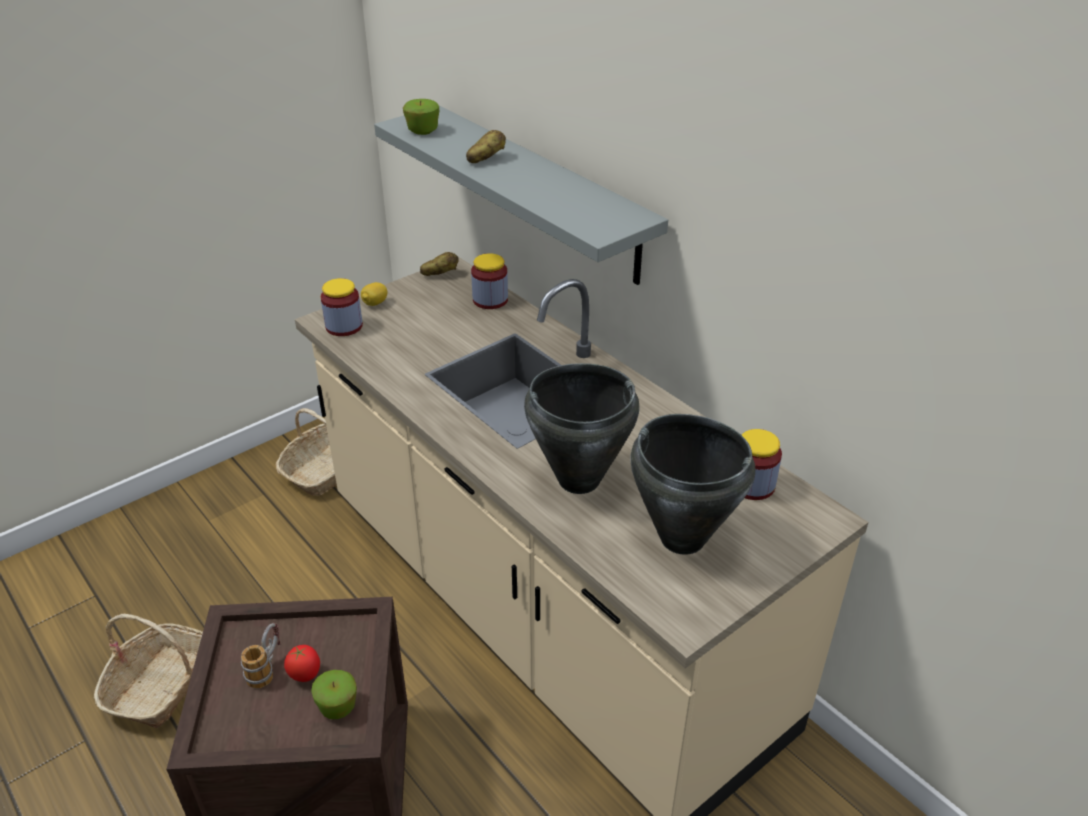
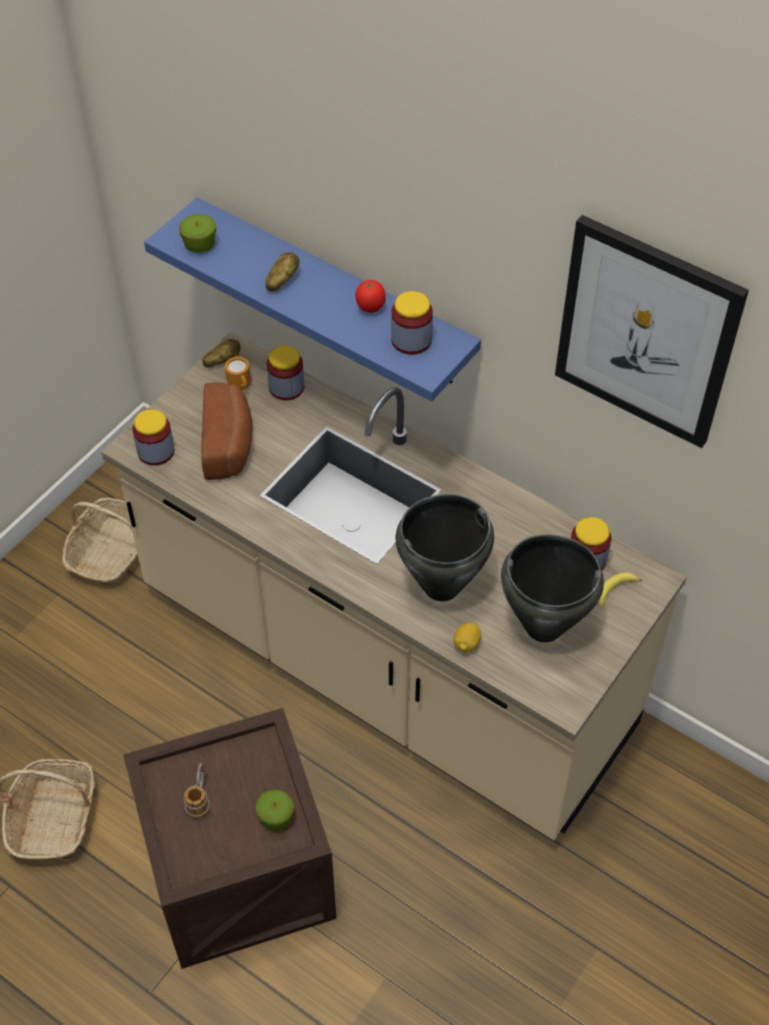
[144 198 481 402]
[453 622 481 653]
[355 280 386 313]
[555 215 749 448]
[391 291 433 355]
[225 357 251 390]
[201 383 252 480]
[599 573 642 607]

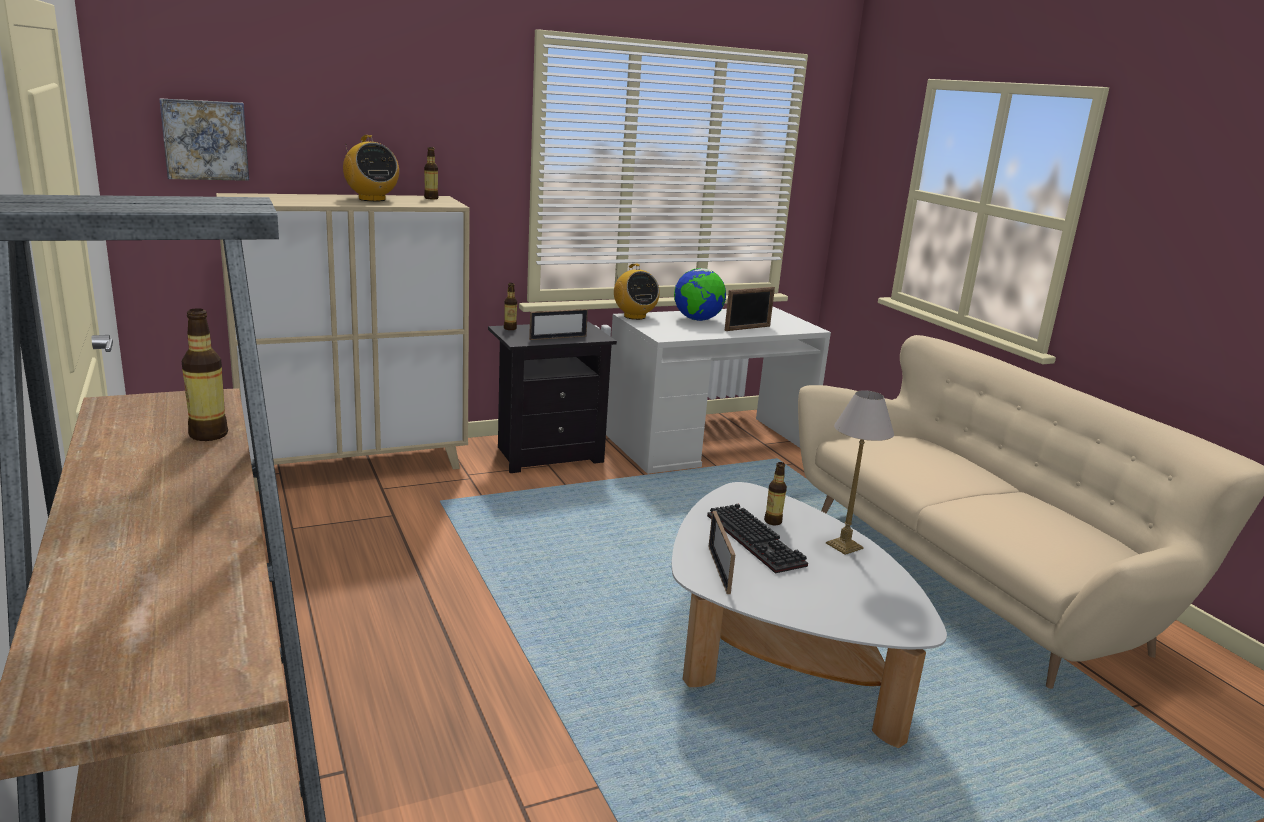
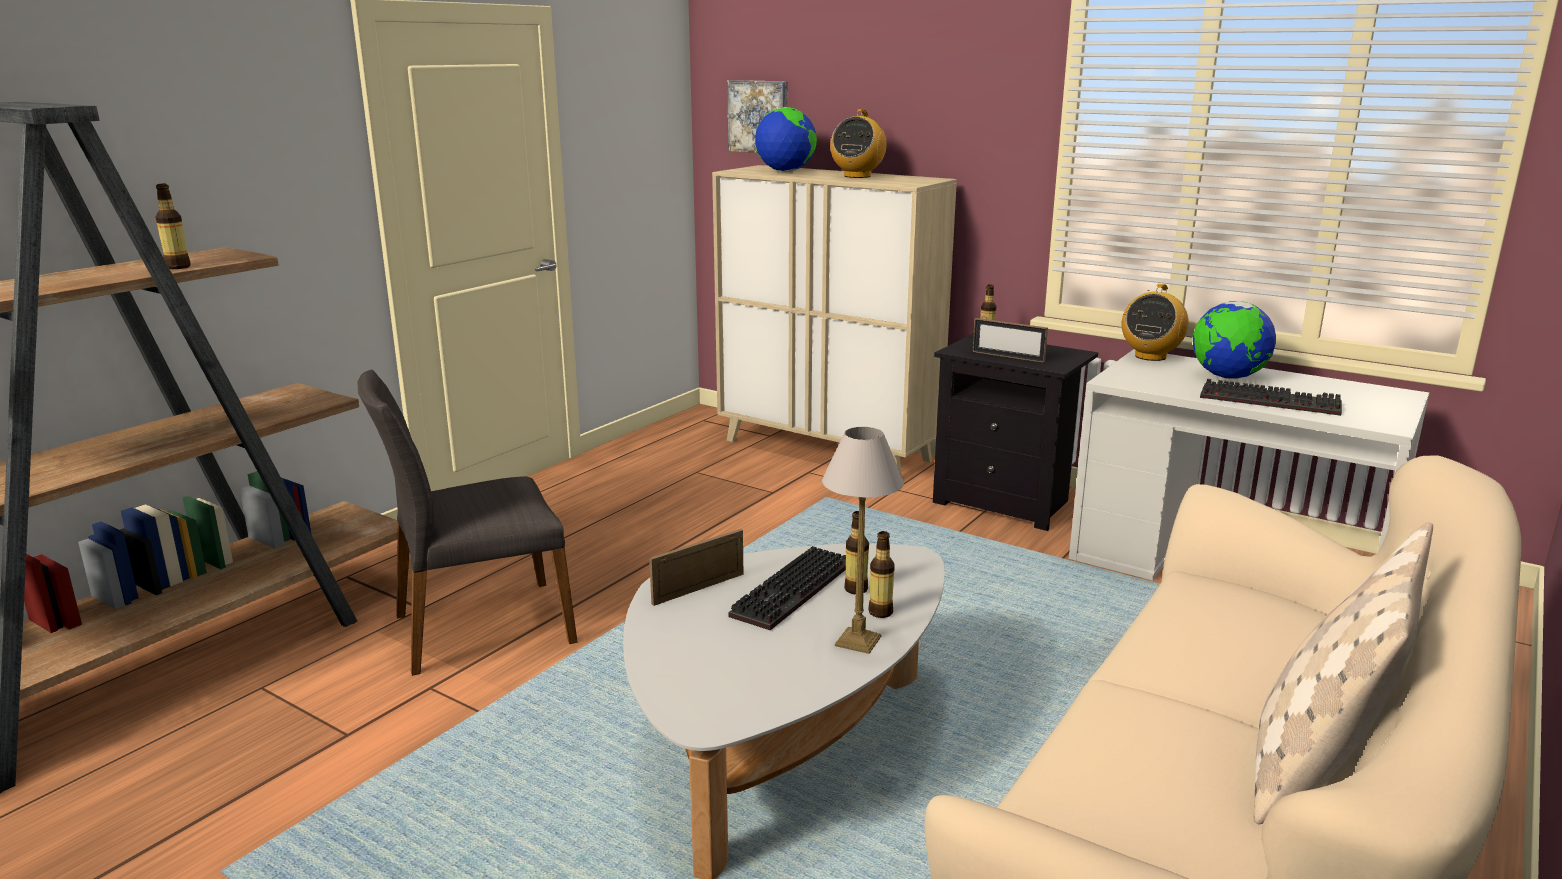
[868 531 895 618]
[1200 379 1342 416]
[755 107 817 172]
[357 370 578 676]
[1254 522 1433 824]

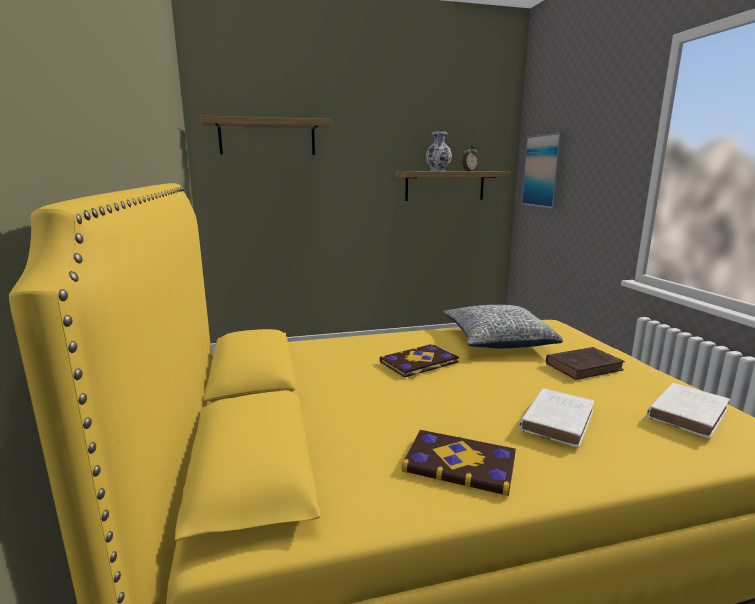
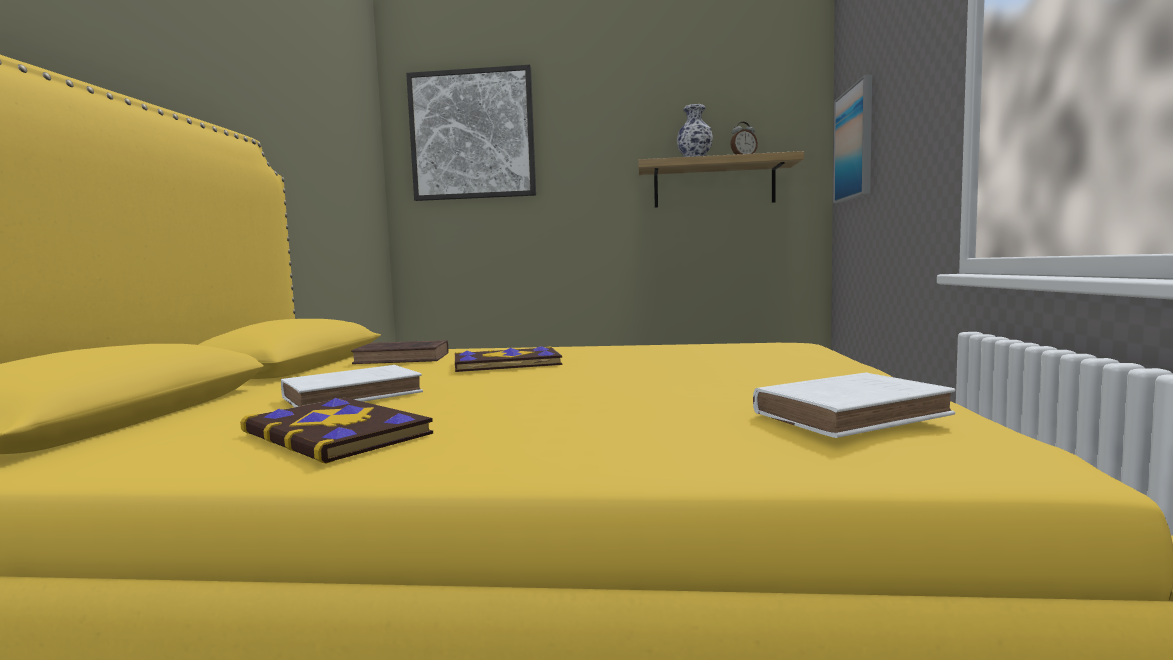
[406 65 536 201]
[443 305 563 348] (first image)
[351 340 449 364]
[281 365 423 407]

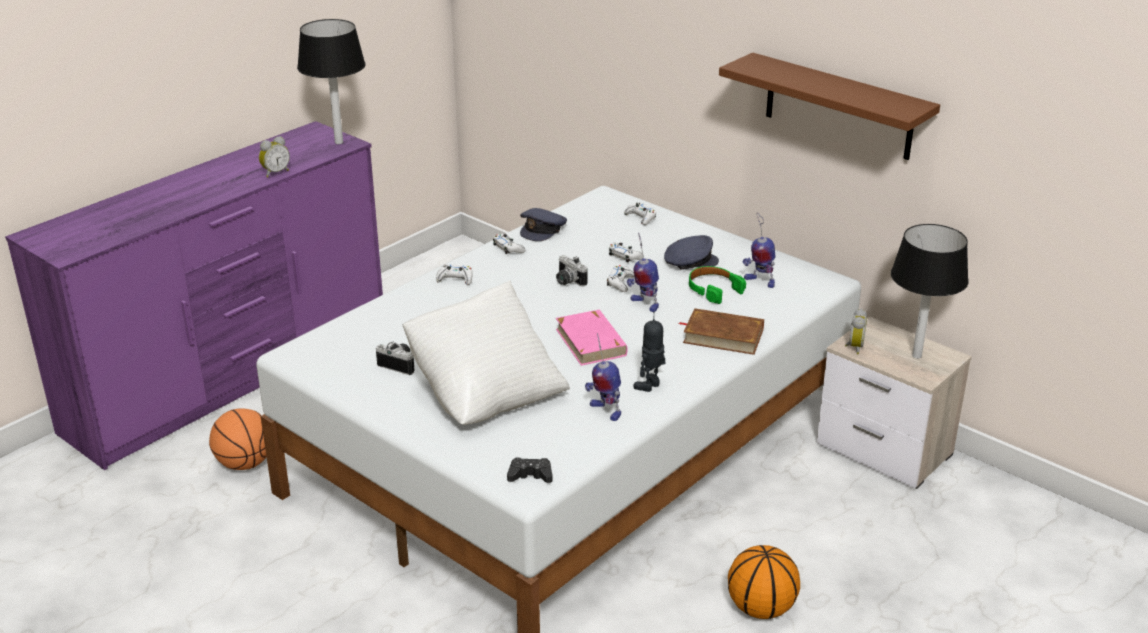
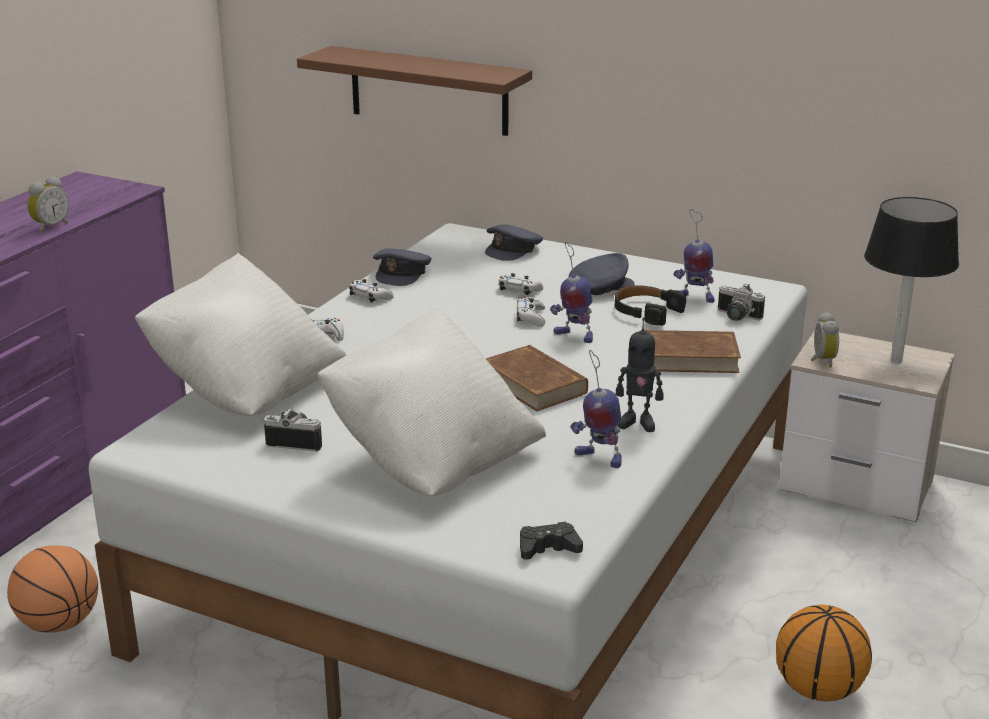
[297 19 365 144] (first image)
[297 46 532 136]
[485 225 543 261]
[718 283 765 321]
[615 285 686 326]
[486 345 588 411]
[616 318 663 432]
[135 253 347 416]

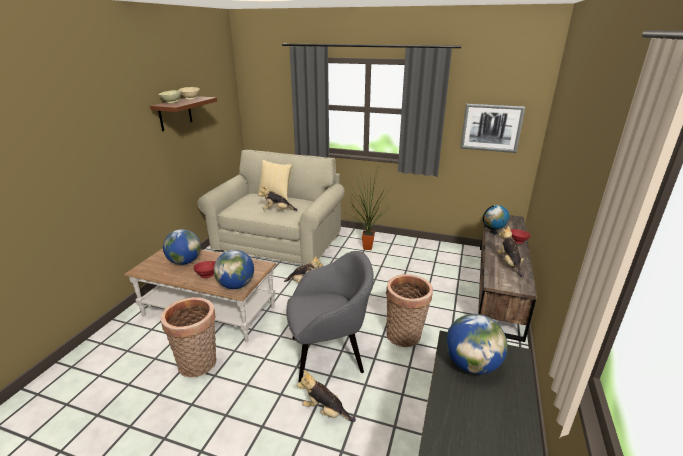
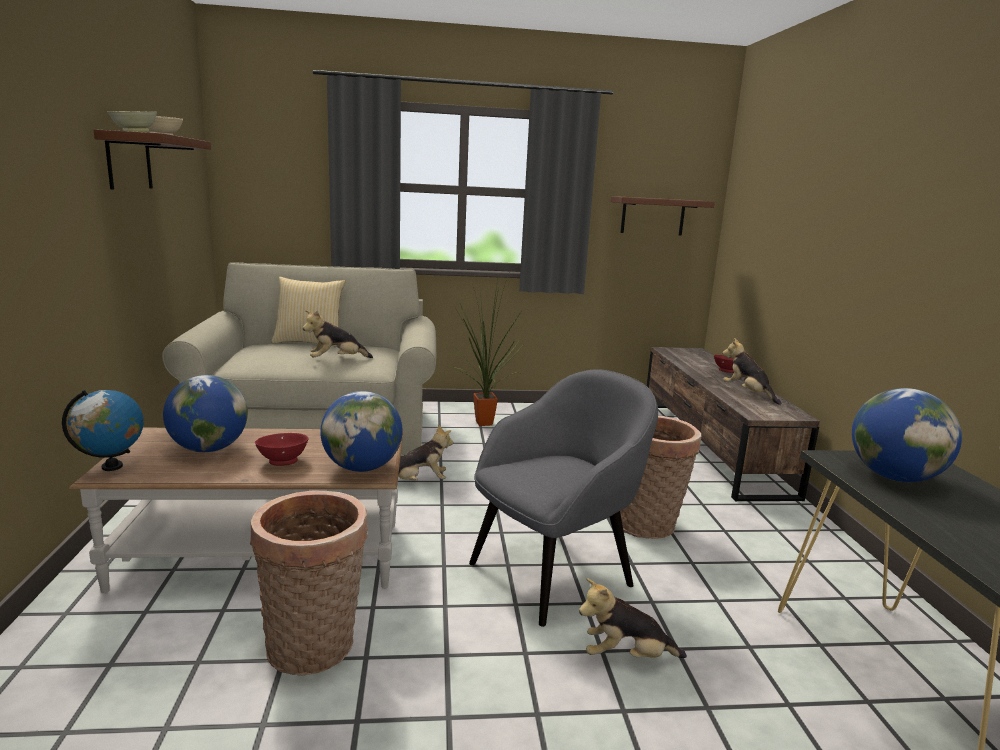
[611 196 715 236]
[62 390 144 471]

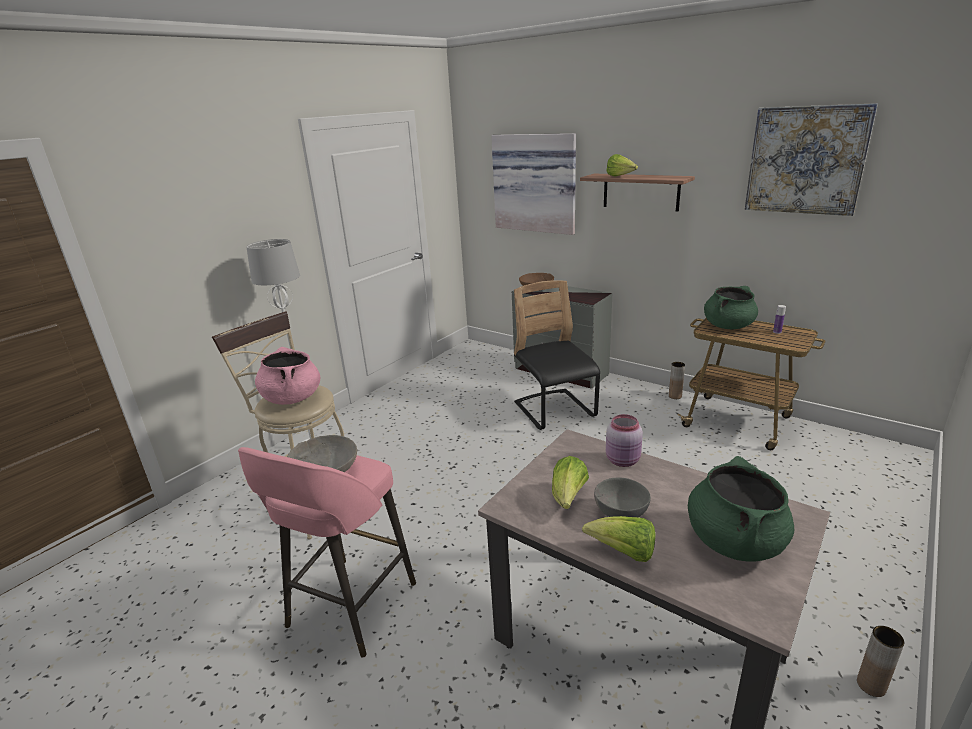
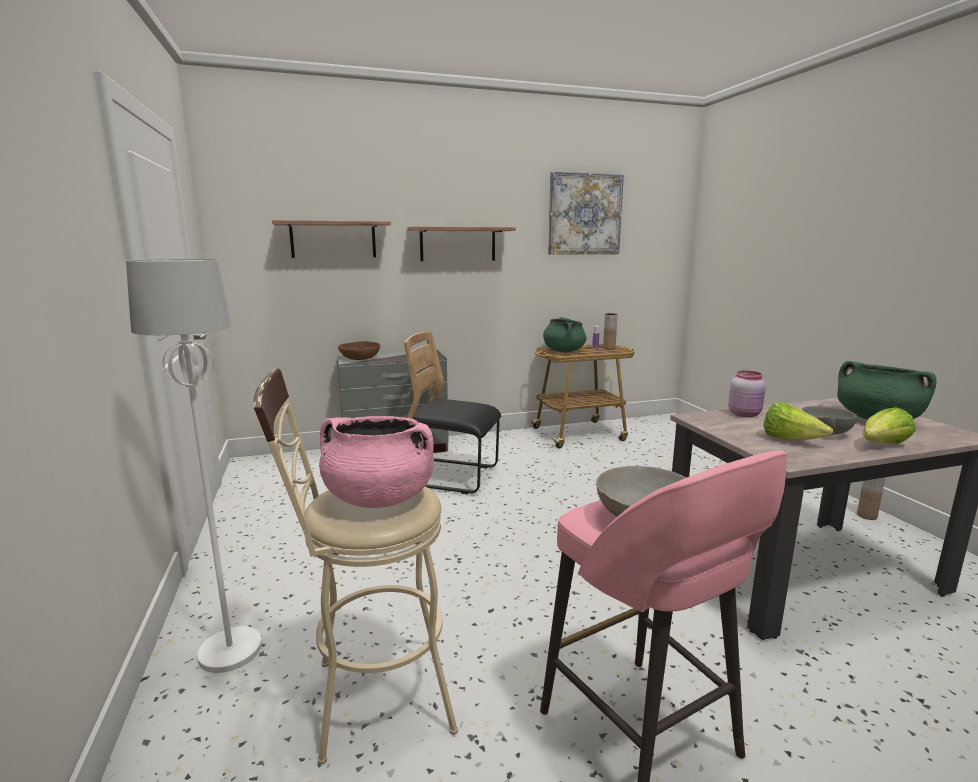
[272 220 391 258]
[607 154 638 176] (first image)
[603 313 618 350]

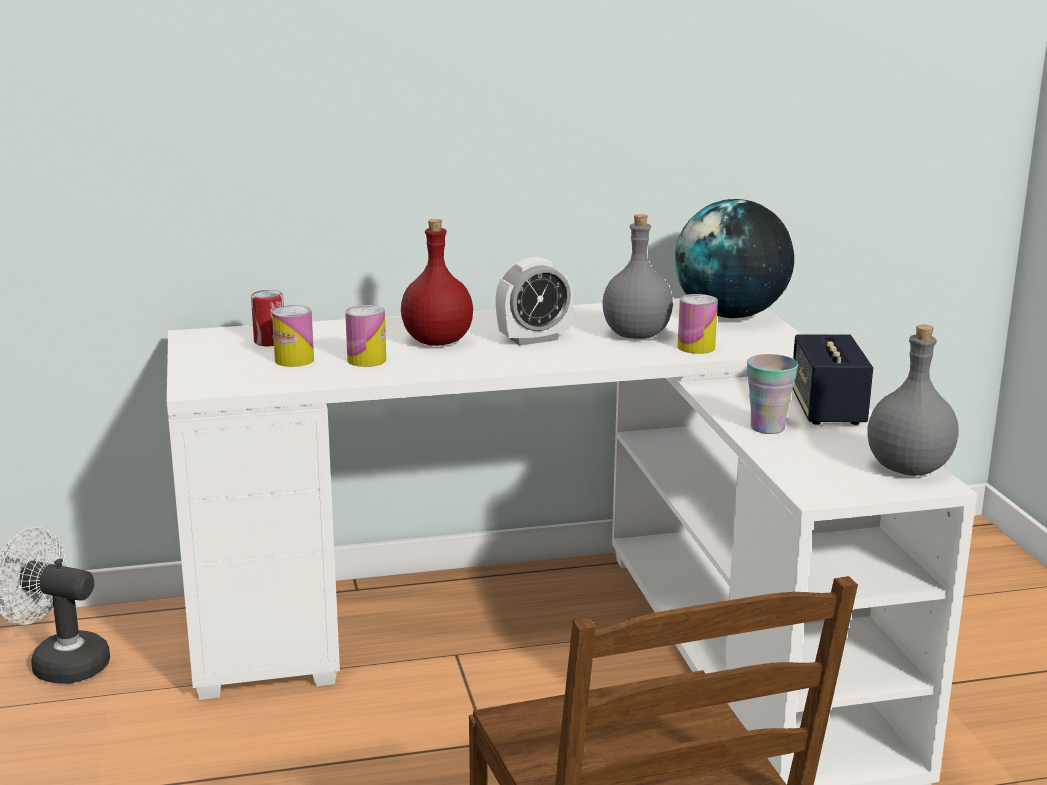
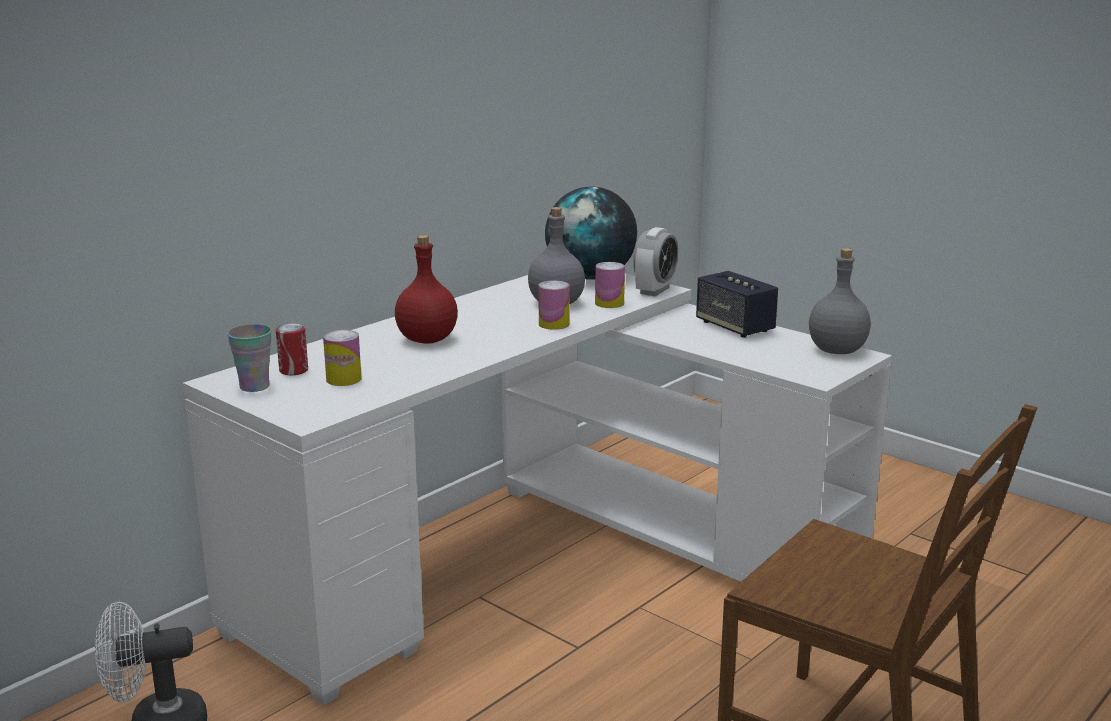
[633 227 678 296]
[538 281 570 330]
[227 324 271 392]

